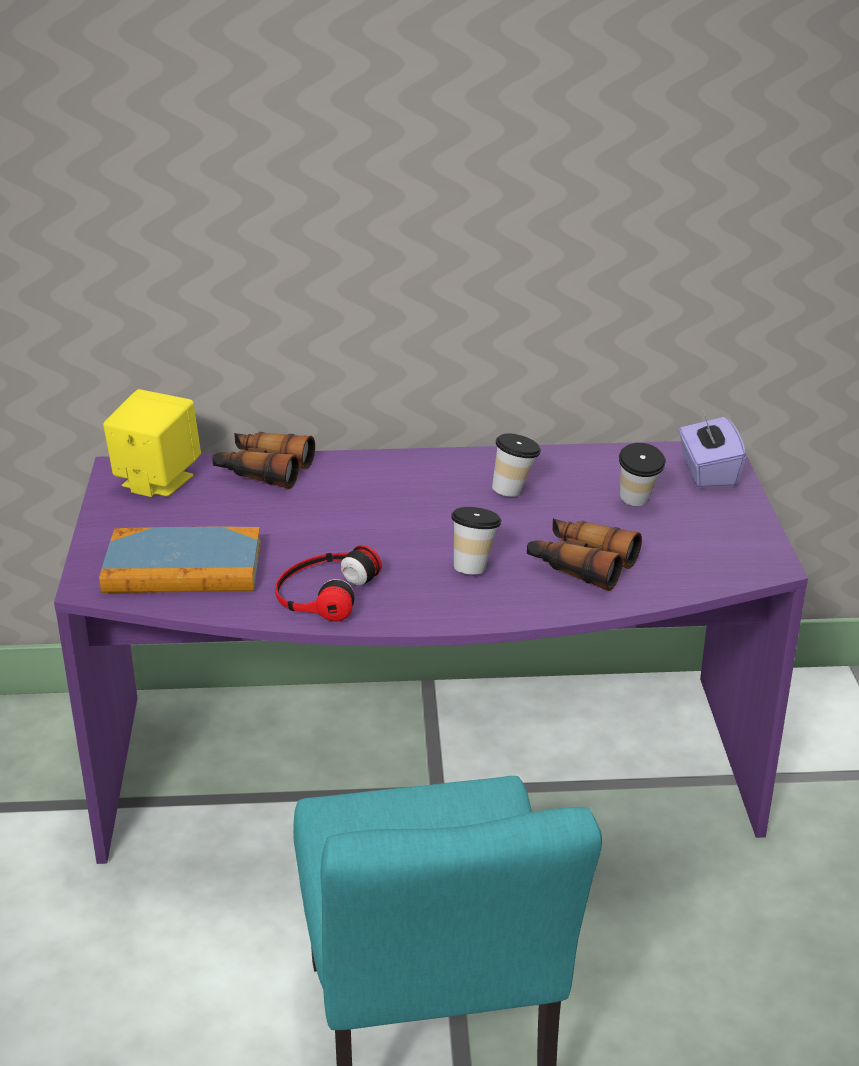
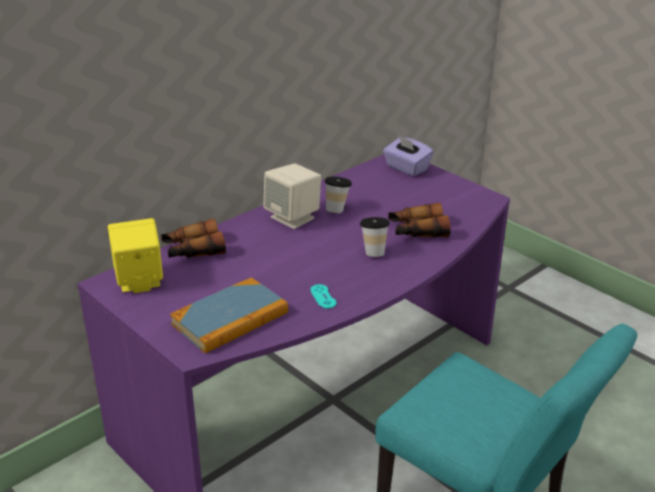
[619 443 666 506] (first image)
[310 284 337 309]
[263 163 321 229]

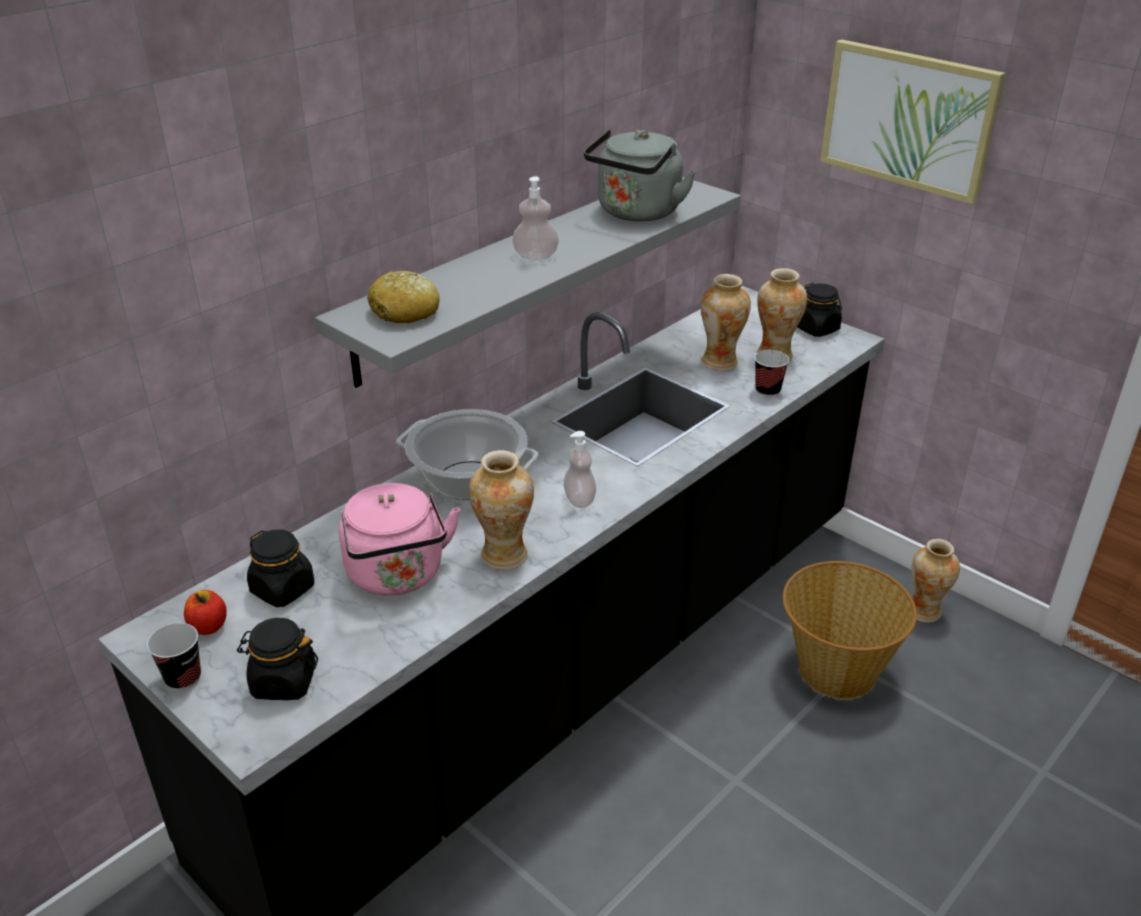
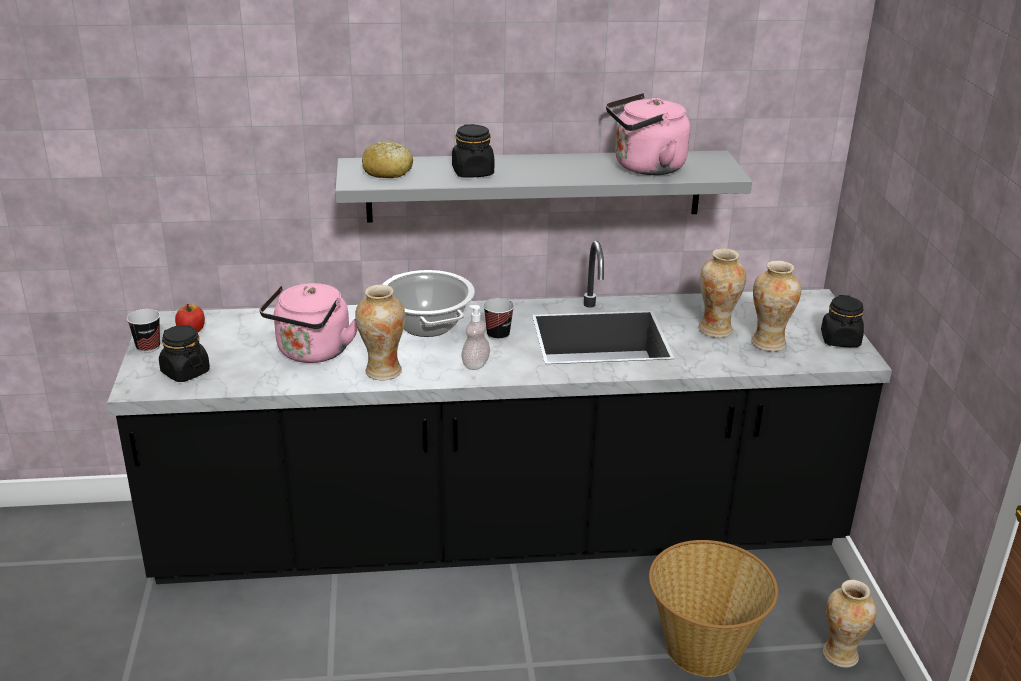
[820 39 1005 204] (first image)
[606 93 690 175]
[512 176 559 260] (first image)
[483 298 514 341]
[452 124 494 178]

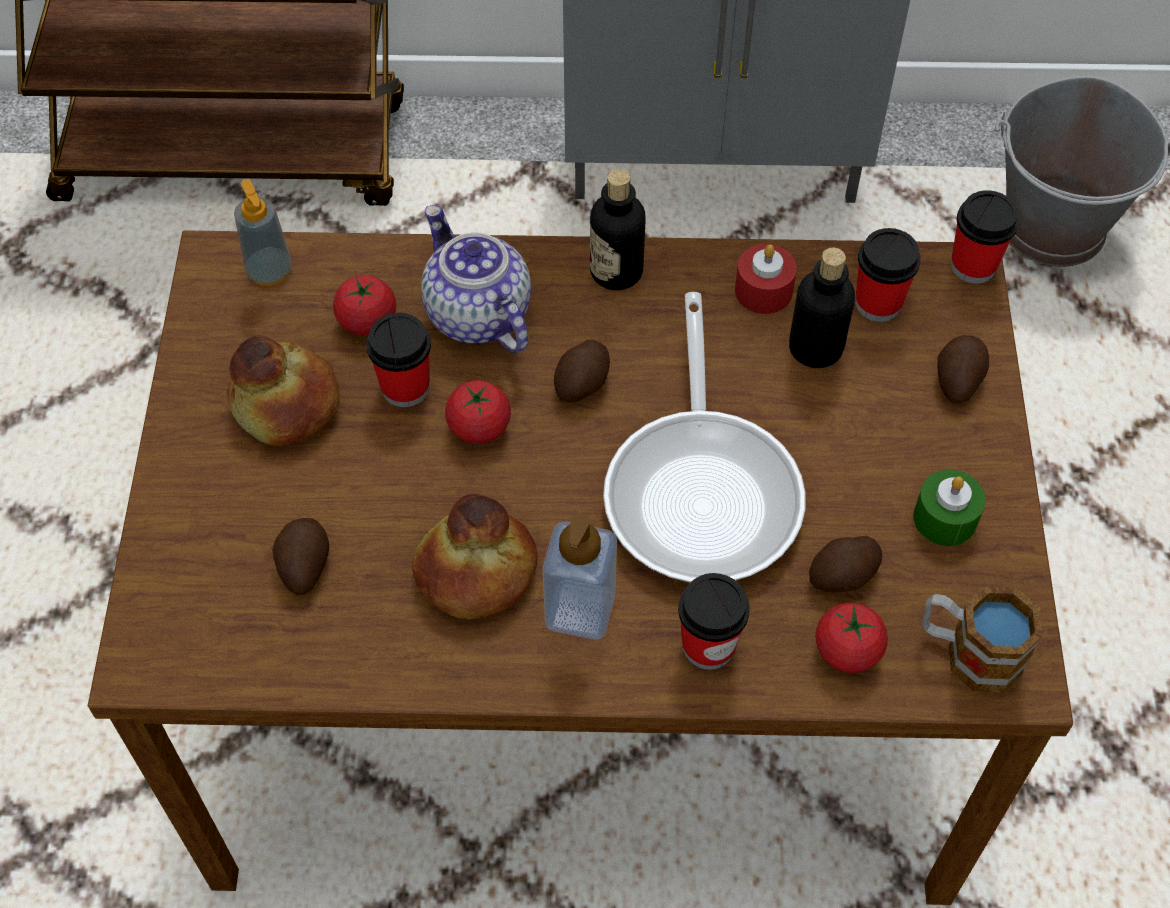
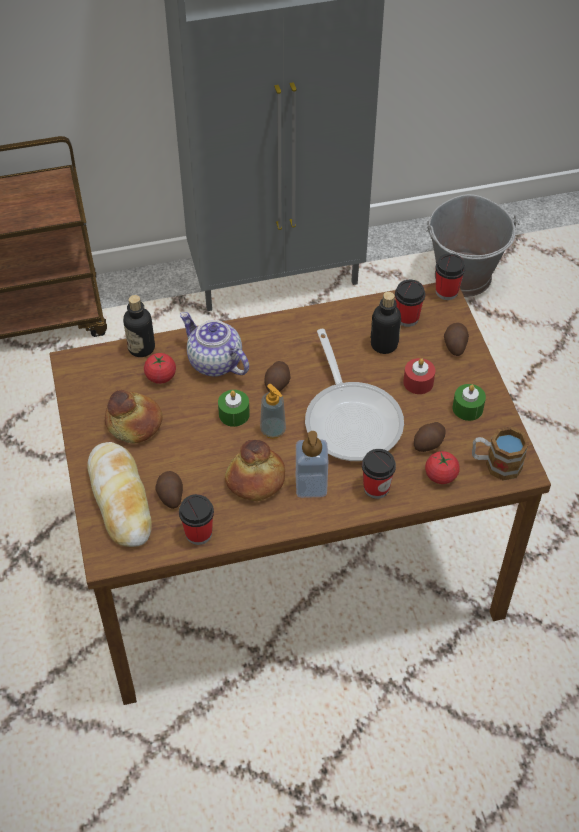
[123 295 155 357]
[260 384 286 439]
[403 358 435 394]
[179 494 214 545]
[218 390 250 427]
[87 442 152 547]

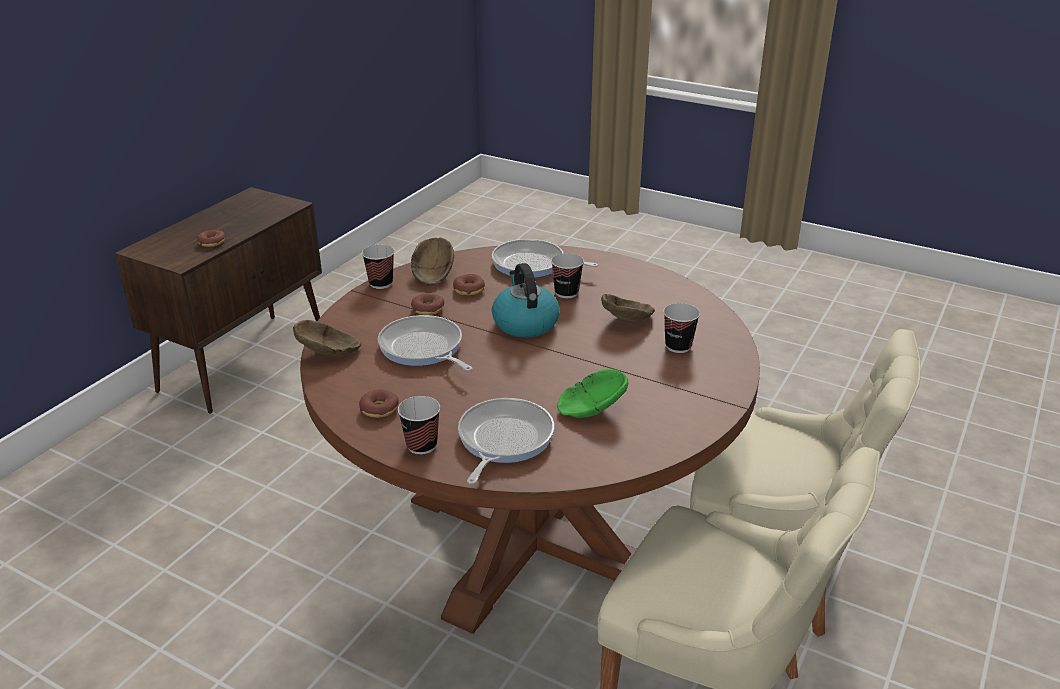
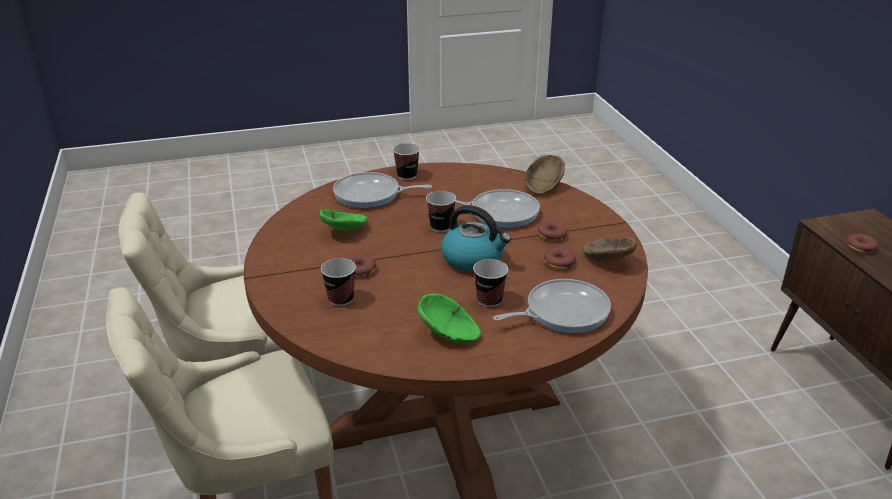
[426 191 456 232]
[601 294 655 321] (first image)
[347 254 376 277]
[333 172 432 208]
[418 294 481 343]

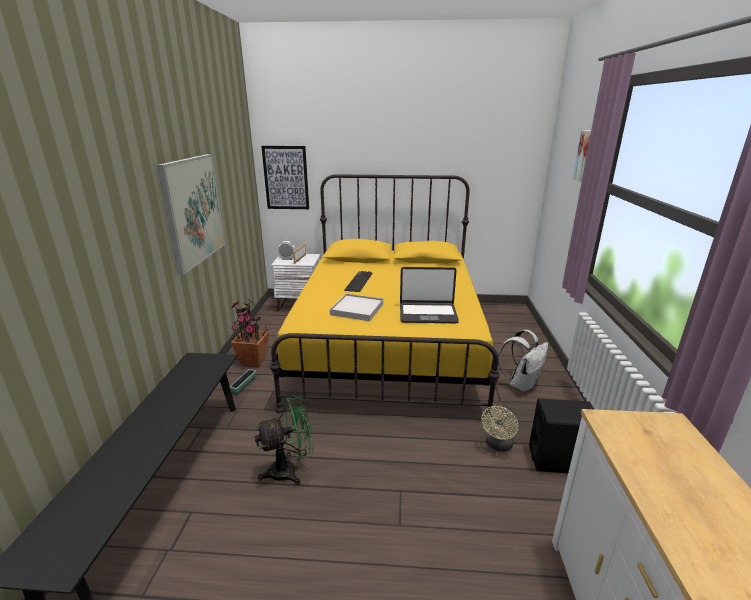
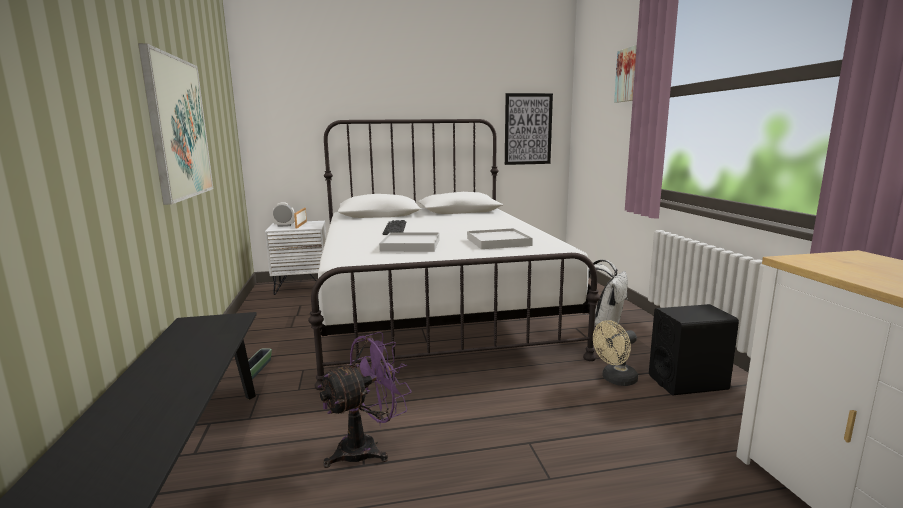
[505 93 553 165]
[308 119 600 390]
[467 228 533 249]
[231 298 269 367] (first image)
[318 332 412 468]
[593 320 638 386]

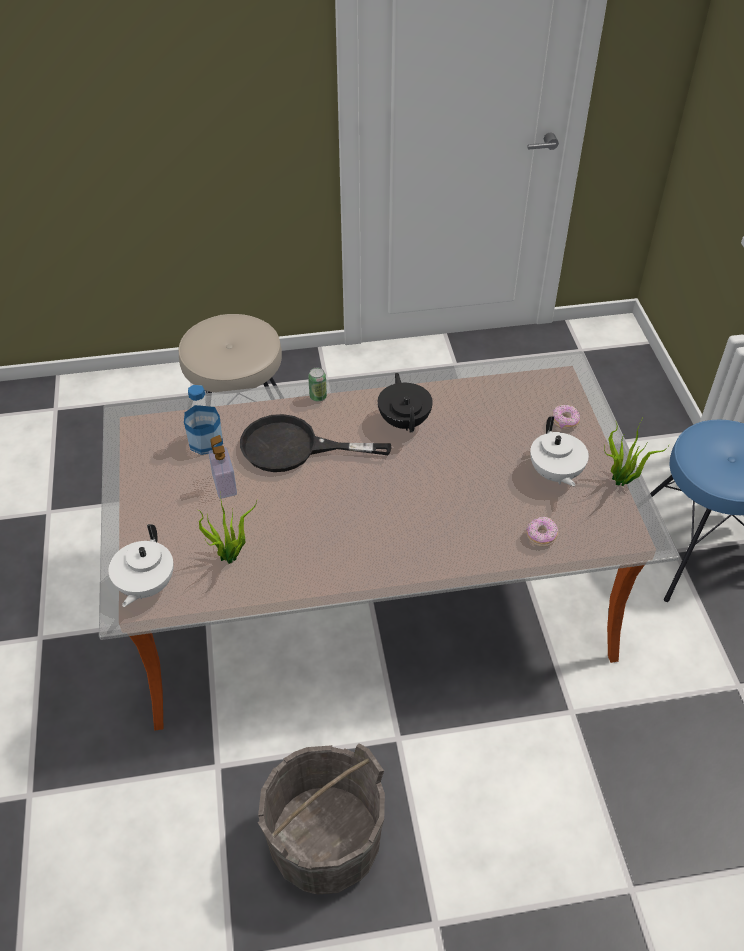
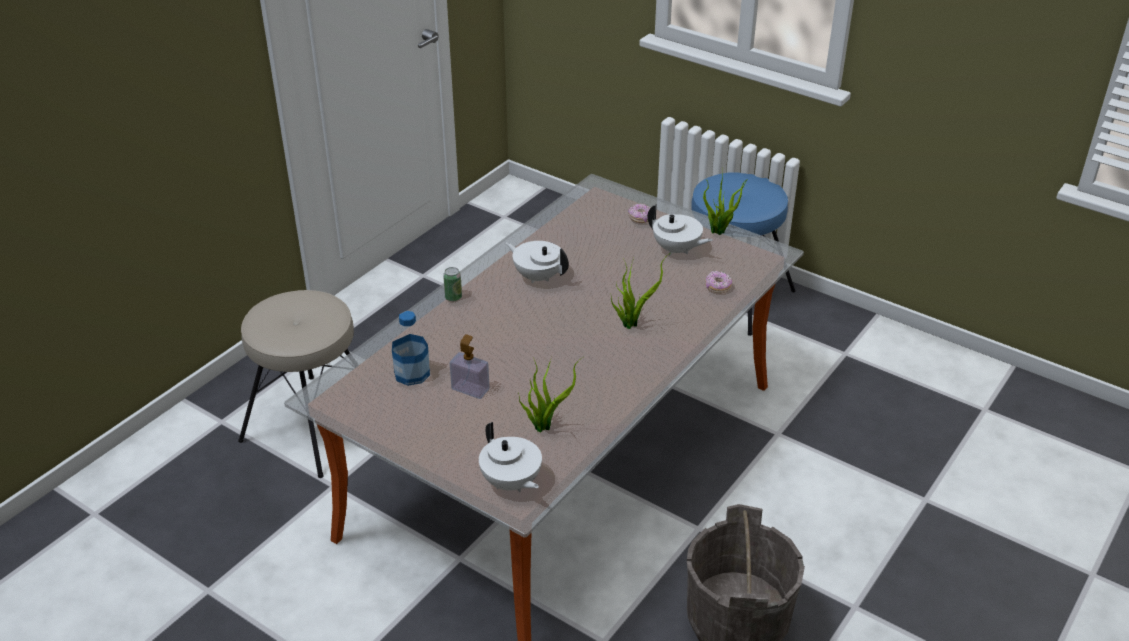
[505 241 569 283]
[240 414 391 472] (first image)
[610 254 669 329]

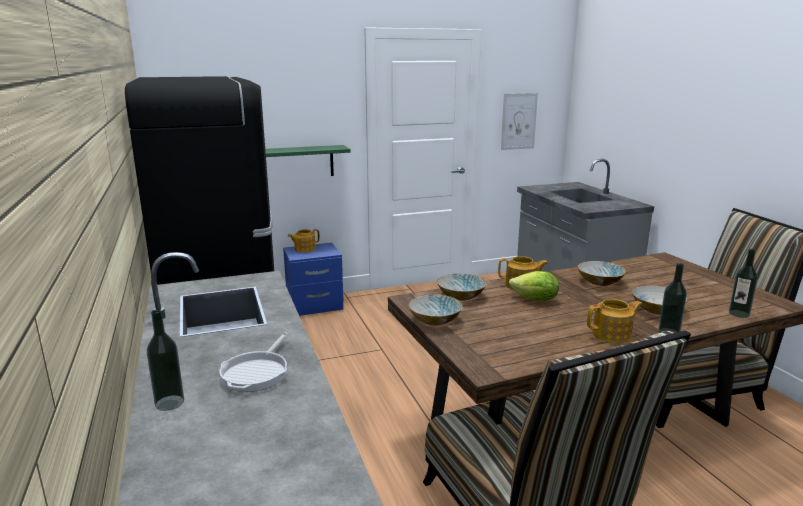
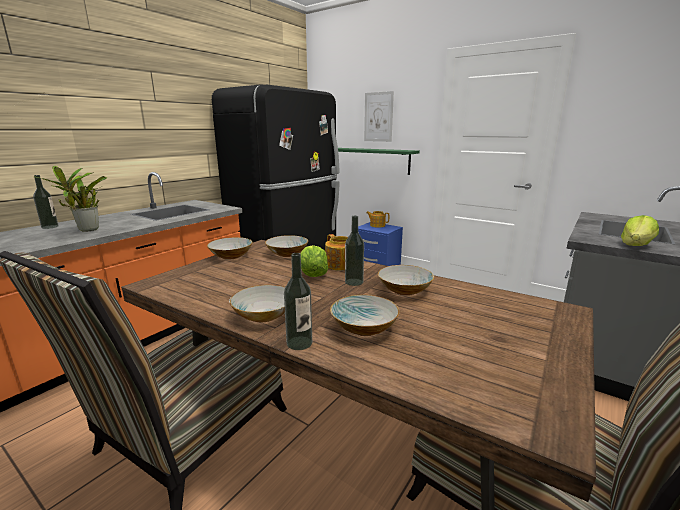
[364 91 394 142]
[345 216 364 286]
[229 285 285 322]
[33 166 107 232]
[621 215 659 246]

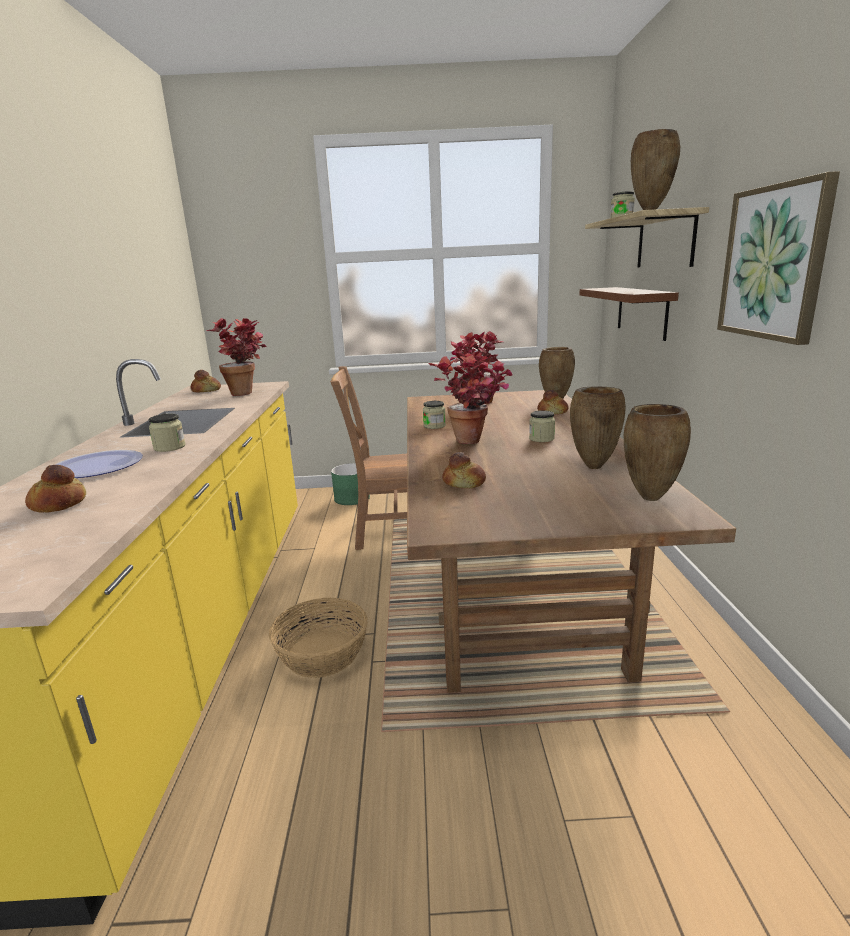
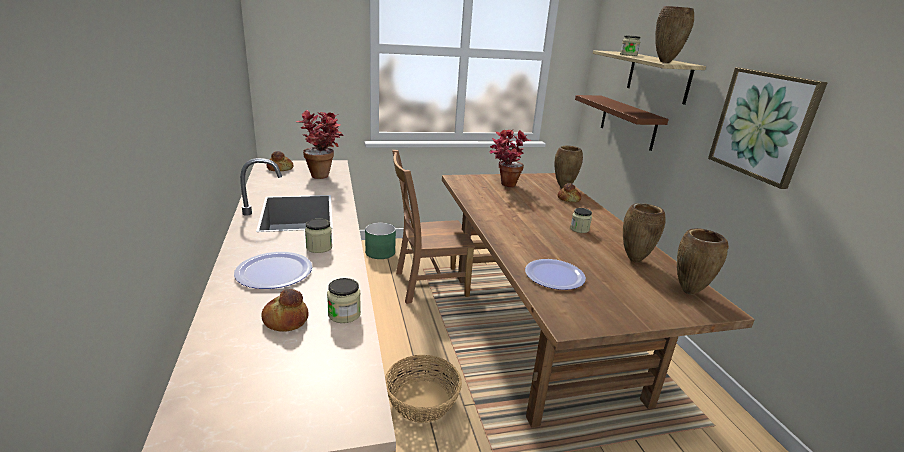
[428 351 512 444] (first image)
[327 278 361 323]
[525 259 586 290]

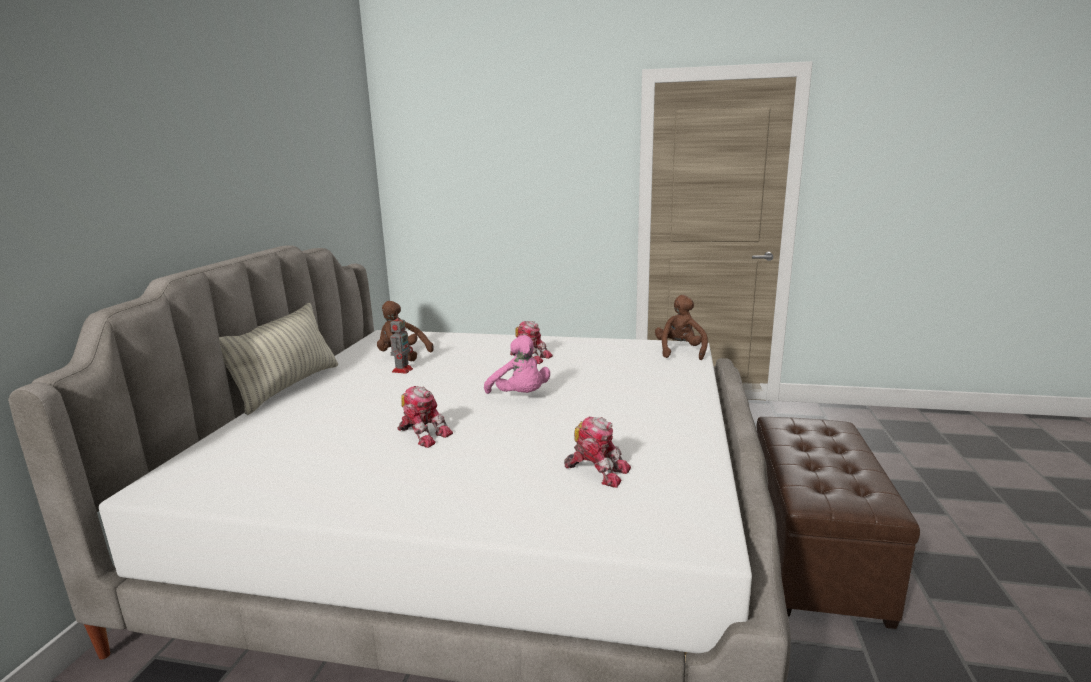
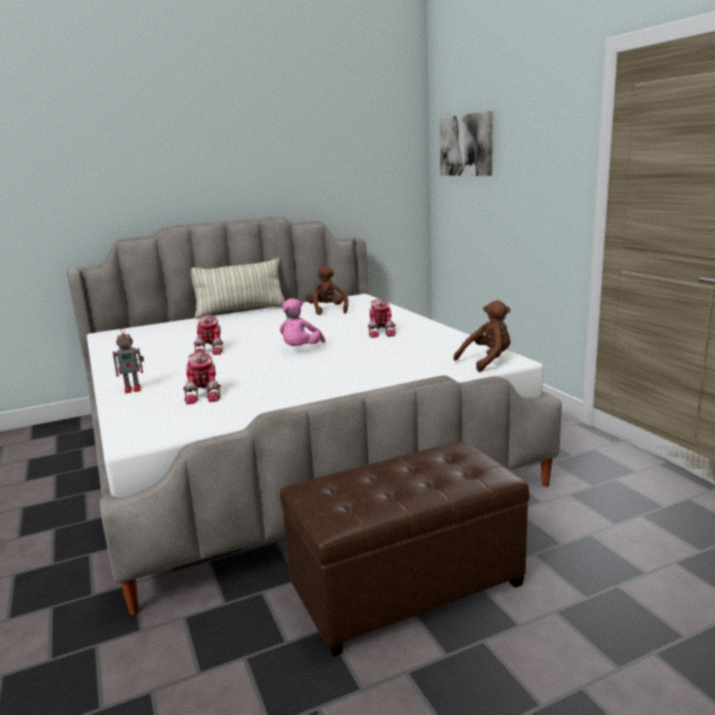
[113 328 144 393]
[440 111 493 176]

